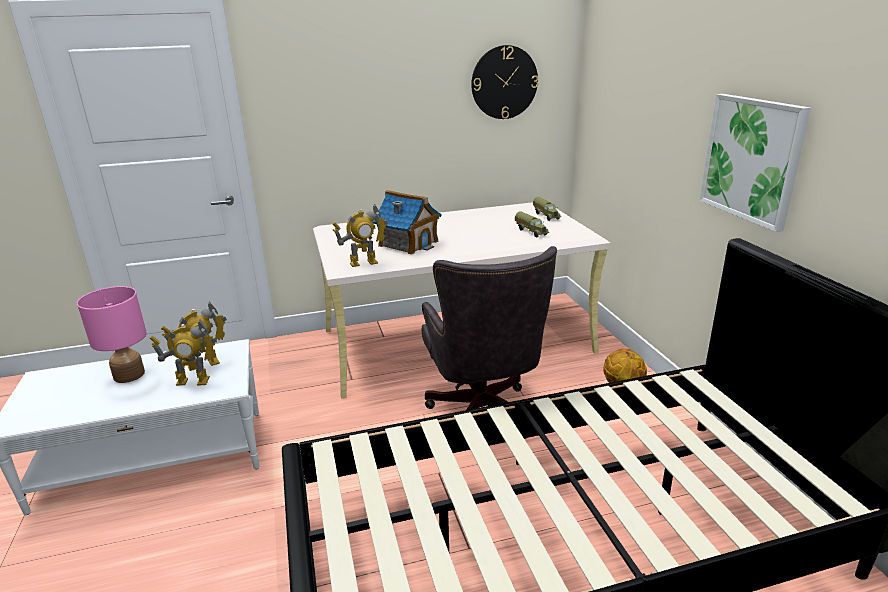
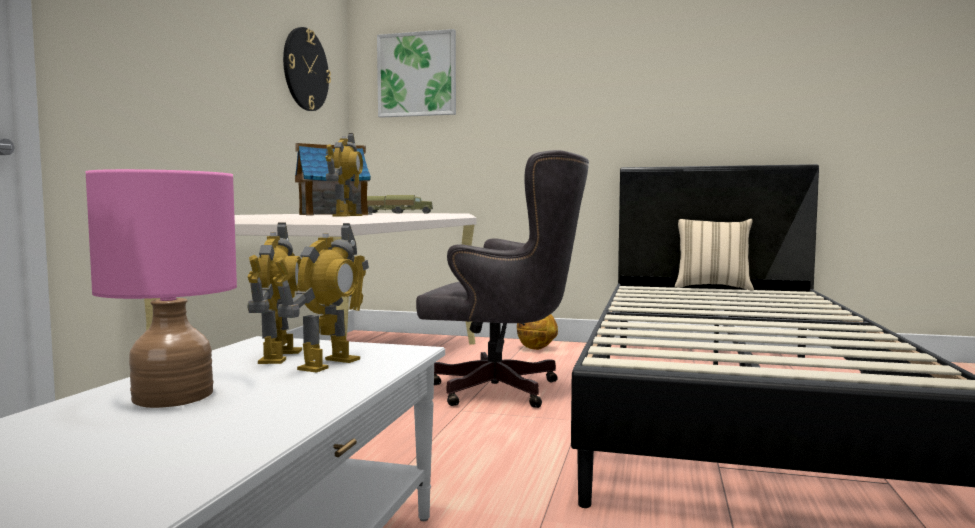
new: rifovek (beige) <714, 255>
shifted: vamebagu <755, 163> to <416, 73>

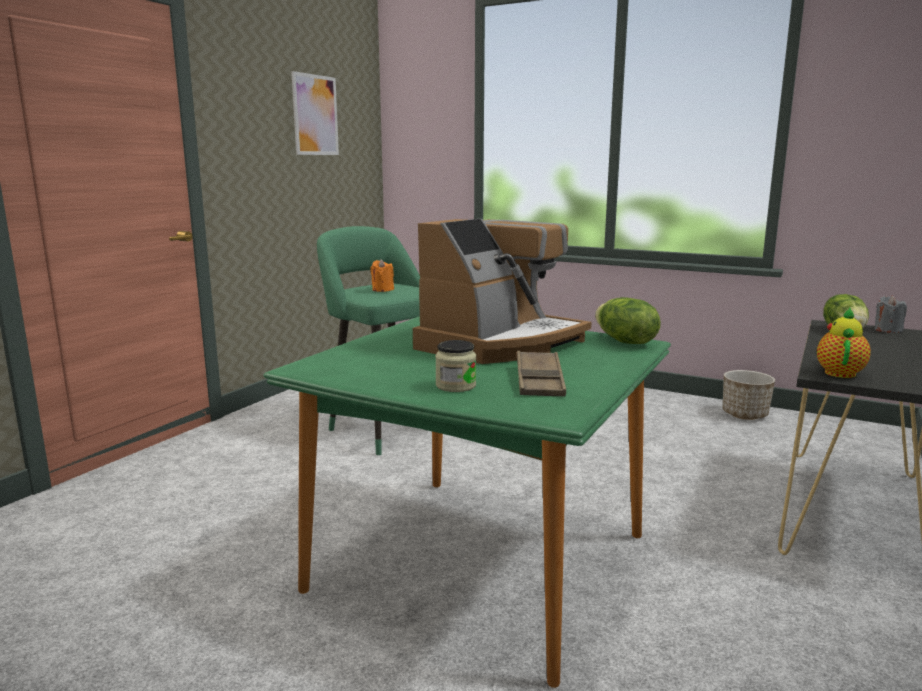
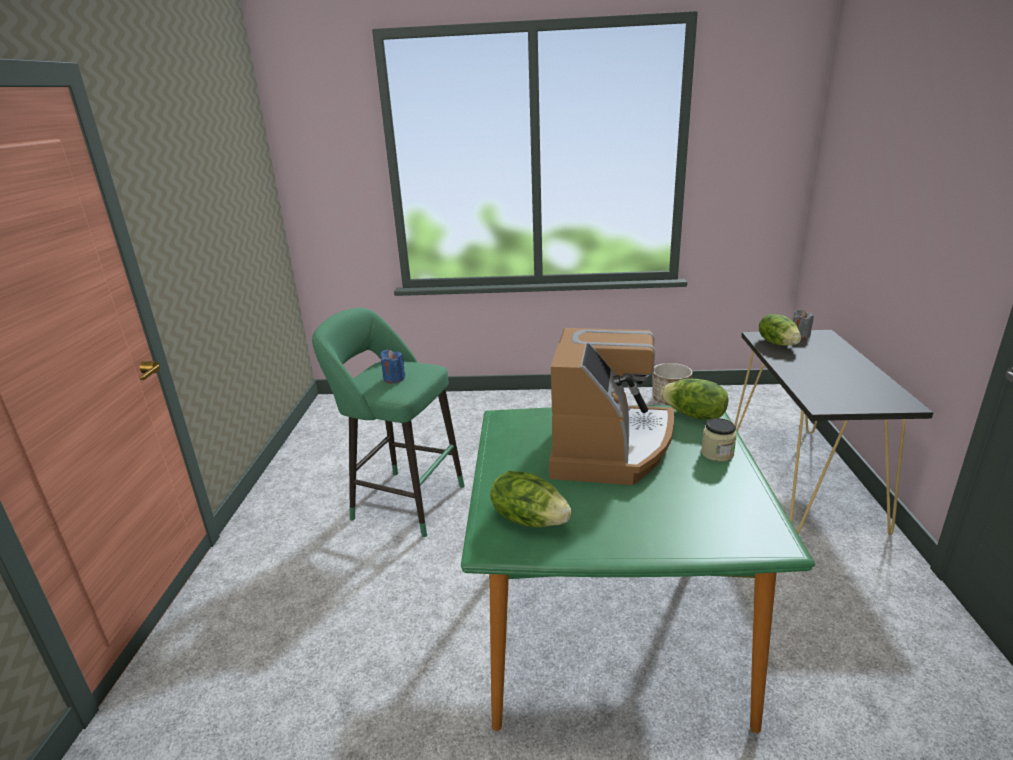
gone: vamebagu <315, 113>; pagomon <844, 343>; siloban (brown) <541, 374>
new: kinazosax <530, 499>
shifted: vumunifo <455, 366> to <719, 440>
repainted: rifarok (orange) <382, 275> to rifarok (blue) <393, 366>

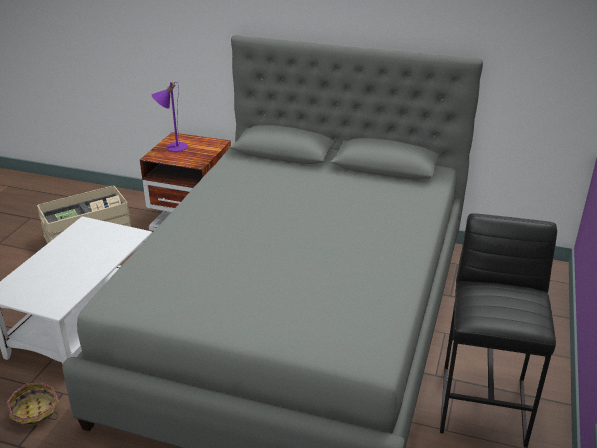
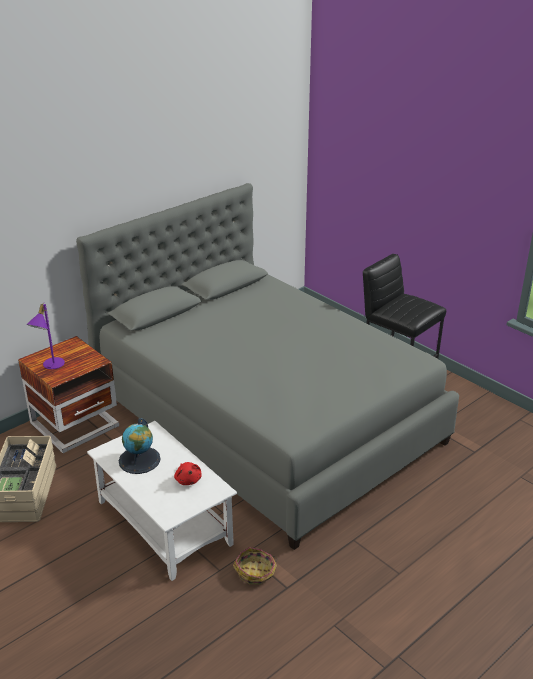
new: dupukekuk <140, 446>; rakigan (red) <188, 473>

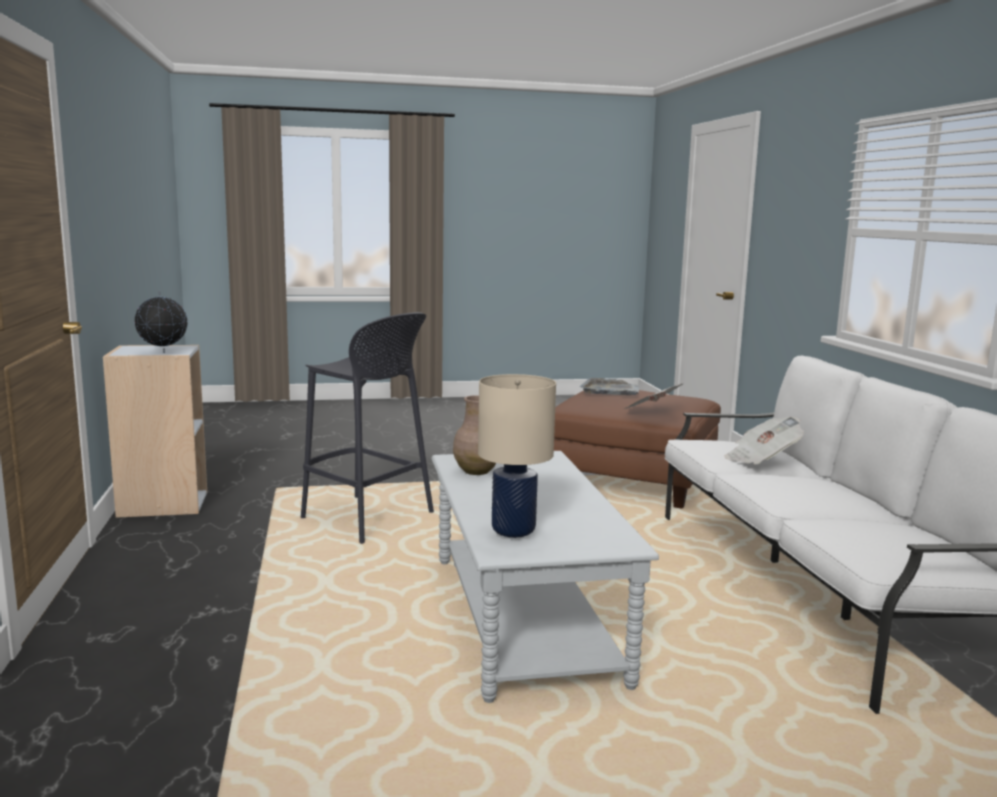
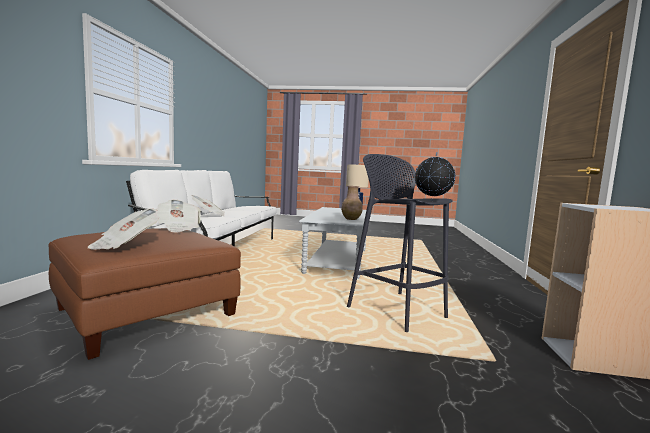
shifted: dupukekuk <161, 322> to <435, 177>
swapped: siloban (grey) <609, 386> to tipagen <123, 229>

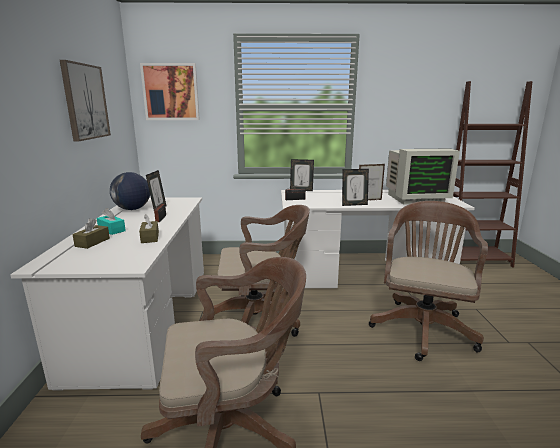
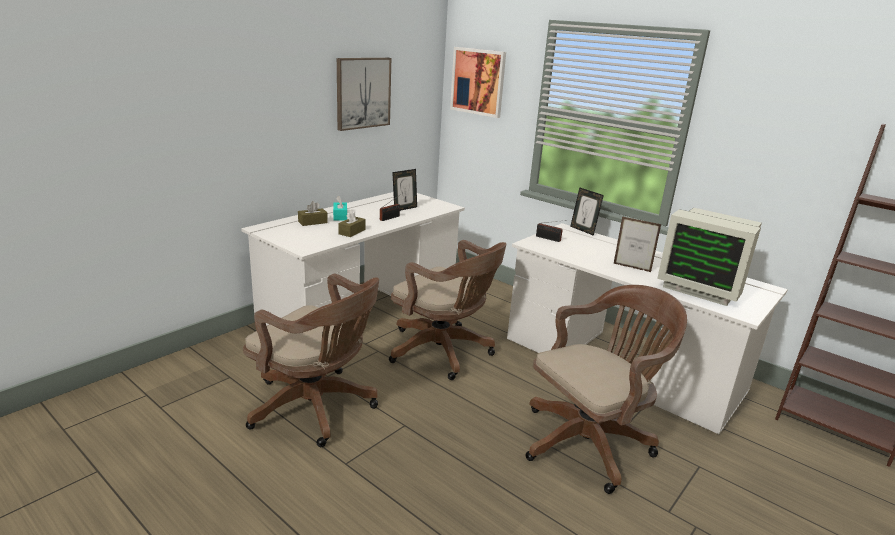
gone: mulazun <355, 187>; dupukekuk <130, 191>

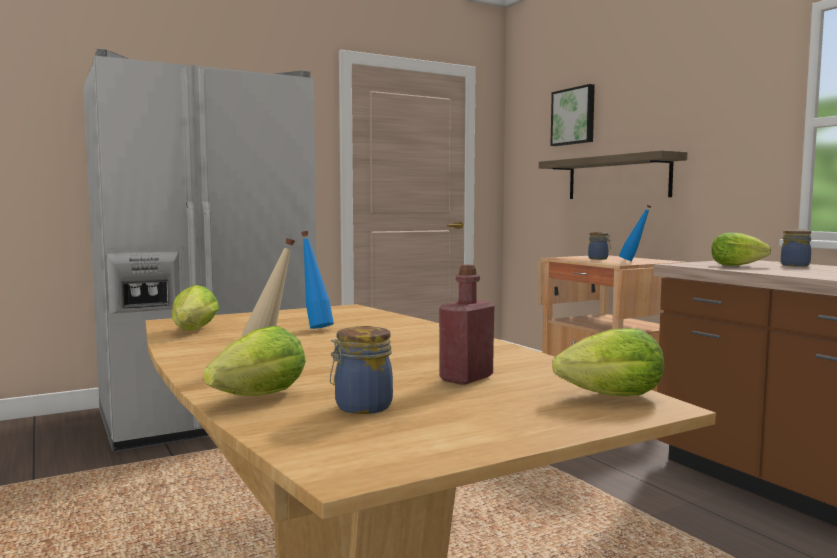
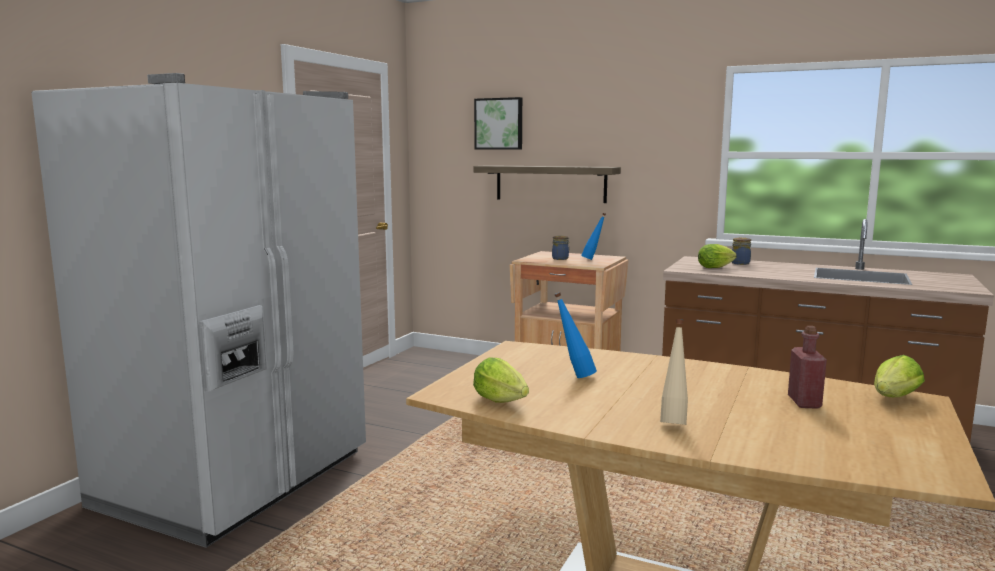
gone: kinazosax <254, 361>; vumunifo <361, 370>

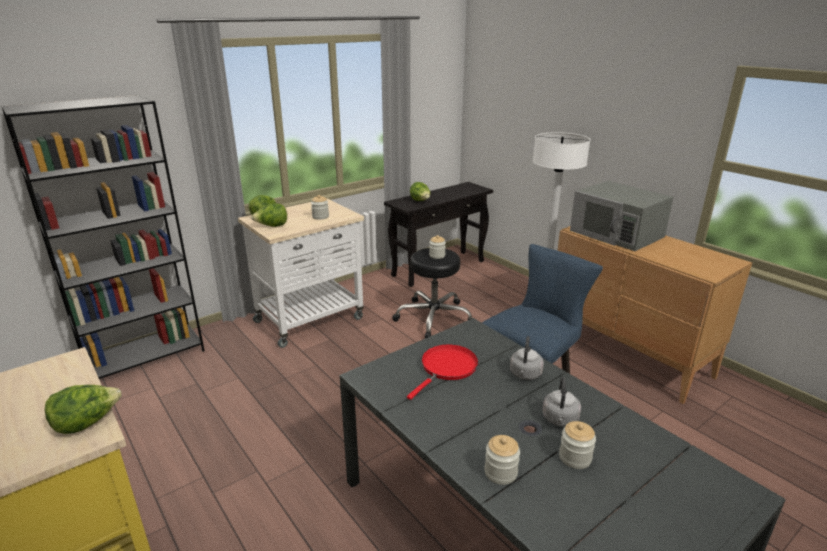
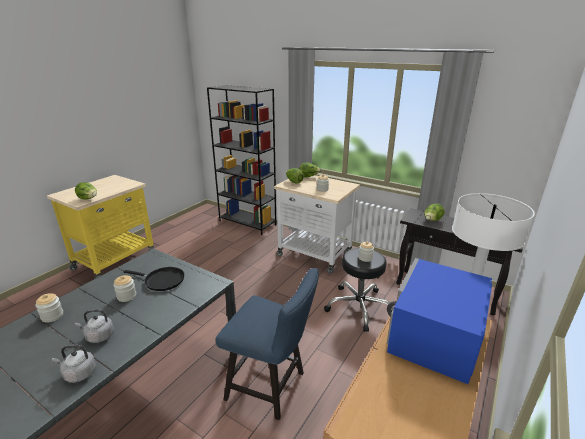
shifted: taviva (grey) <527, 358> to <74, 364>; vumunifo <577, 445> to <125, 288>
repainted: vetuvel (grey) <621, 216> to vetuvel (blue) <439, 321>; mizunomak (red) <442, 372> to mizunomak (black) <154, 279>

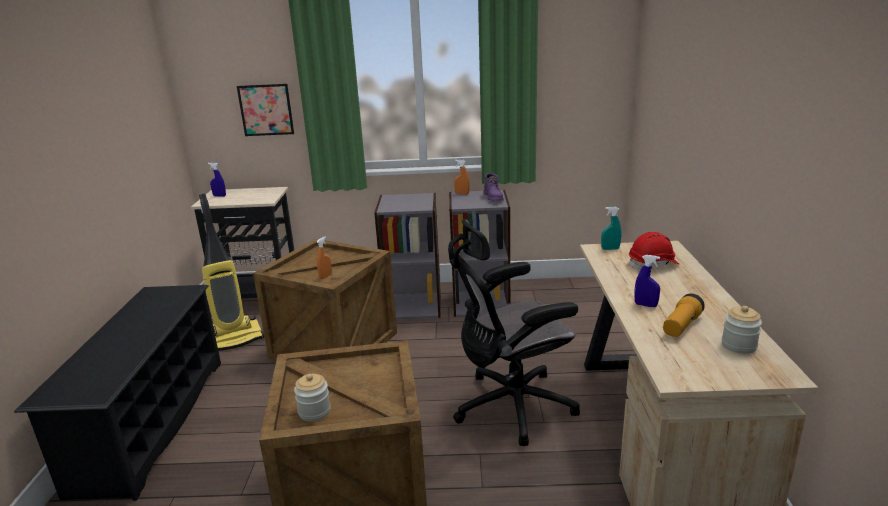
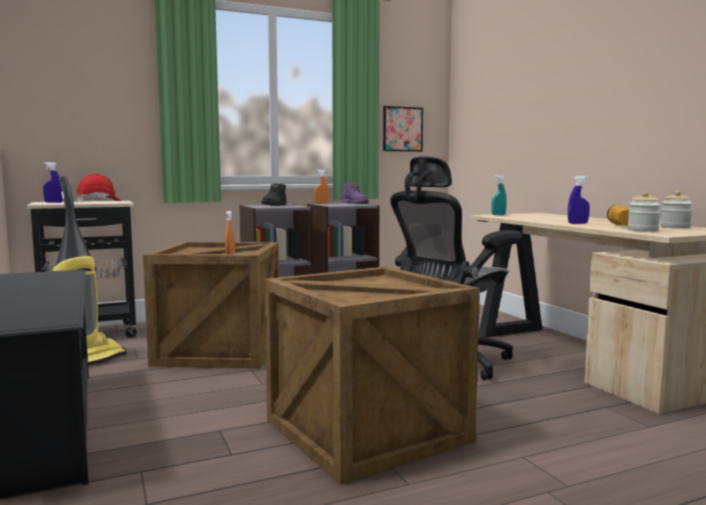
new: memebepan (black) <274, 194>
shifted: vamebagu <265, 110> to <403, 129>; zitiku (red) <654, 250> to <98, 188>; vumunifo <312, 397> to <643, 212>

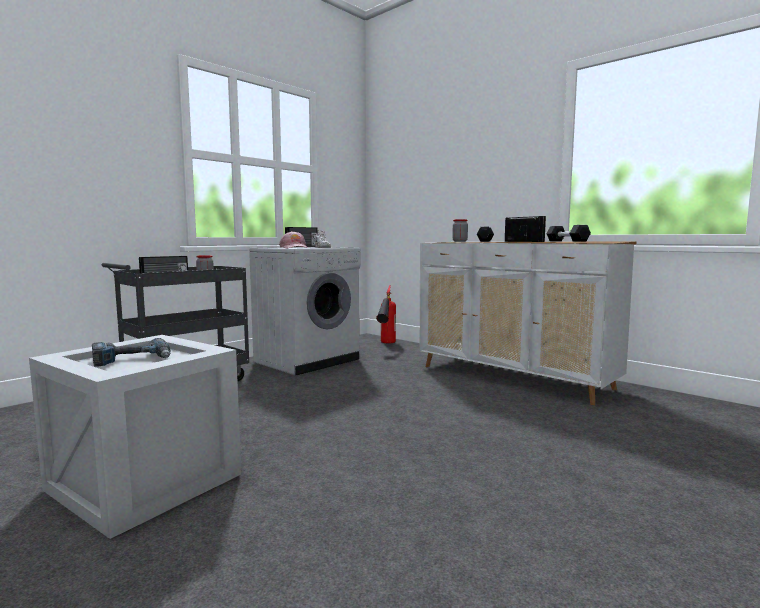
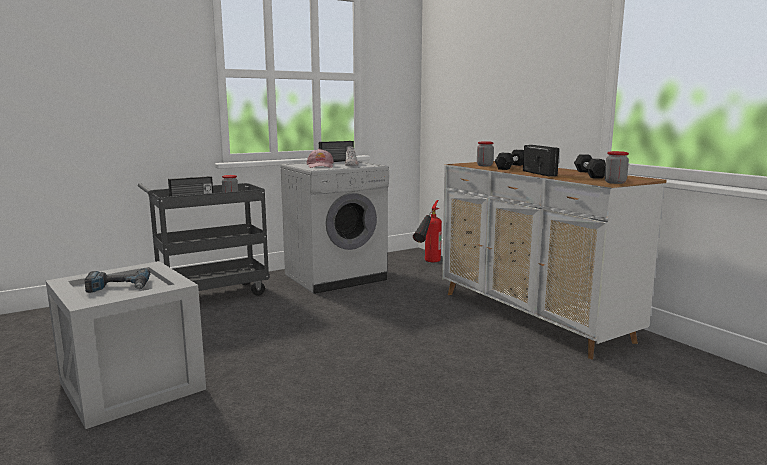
new: vumunifo <616, 167>

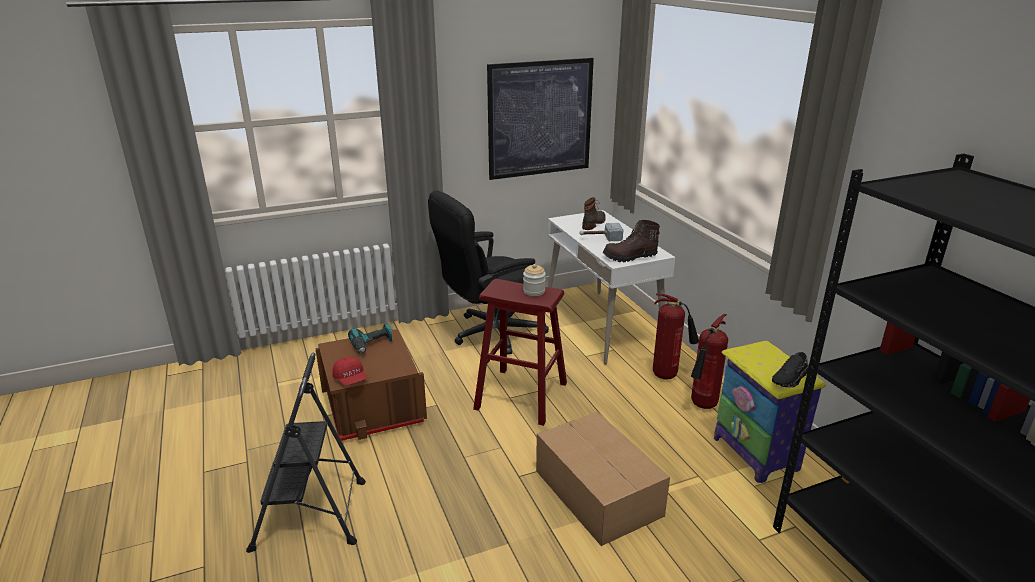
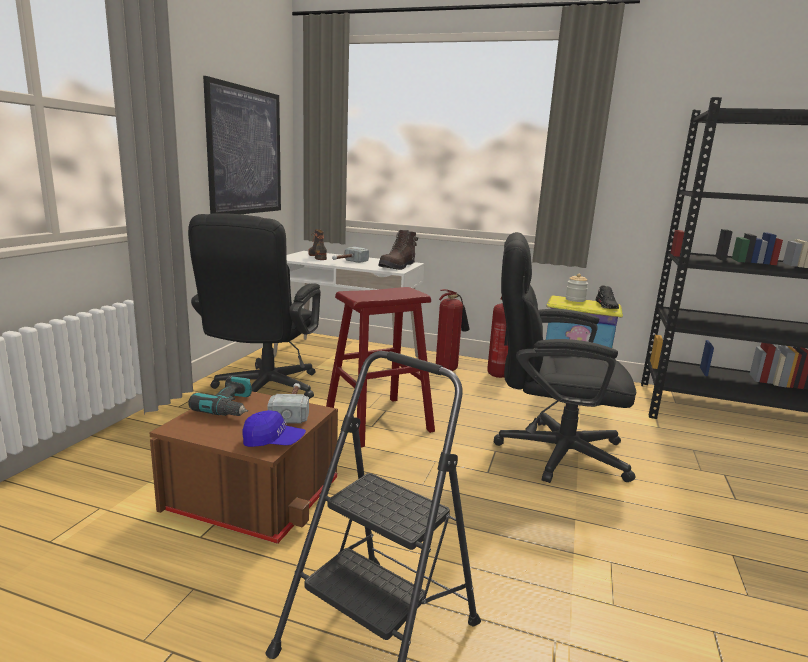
new: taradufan <288, 403>
shifted: vumunifo <534, 280> to <577, 288>
swapped: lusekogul <603, 479> to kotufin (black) <565, 357>
repainted: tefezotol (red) <350, 371> to tefezotol (blue) <274, 428>

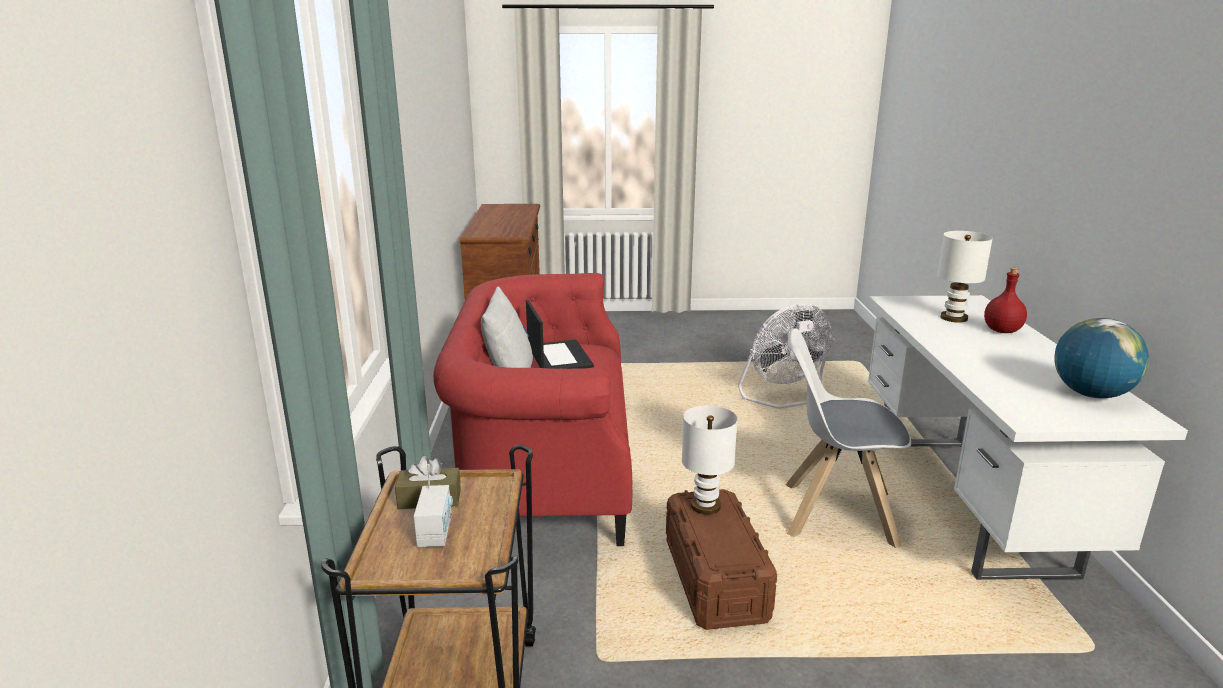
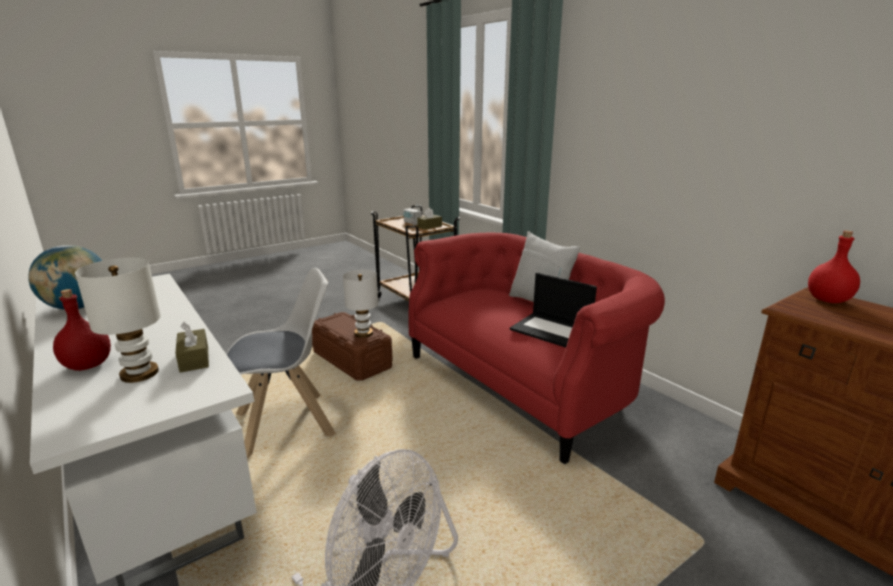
new: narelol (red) <834, 267>; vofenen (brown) <192, 347>

